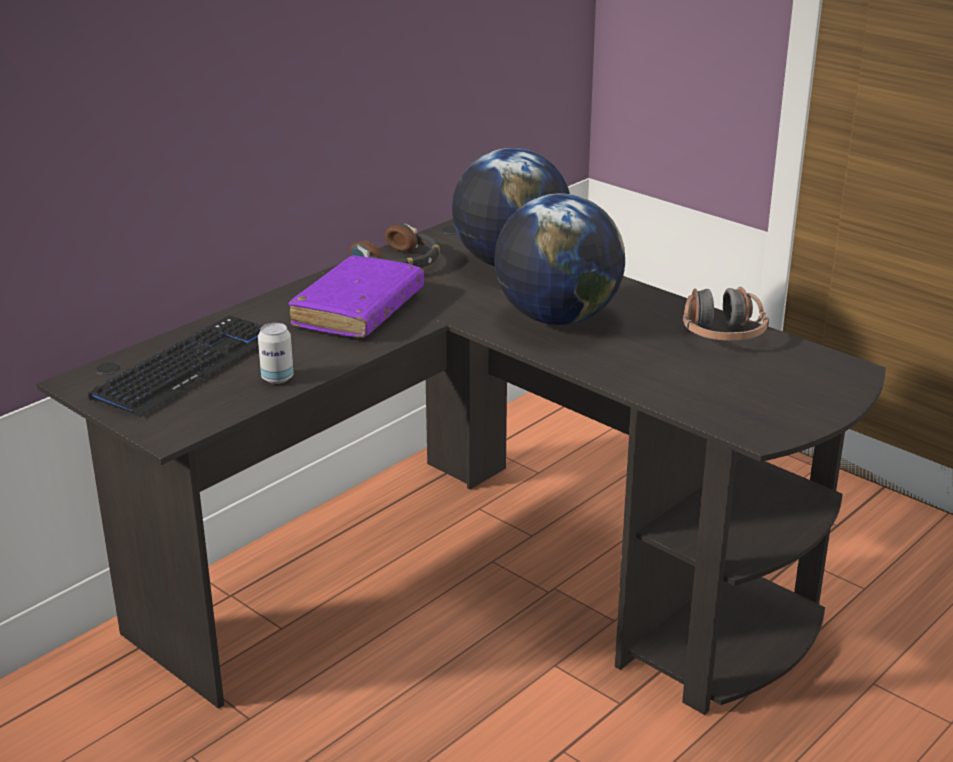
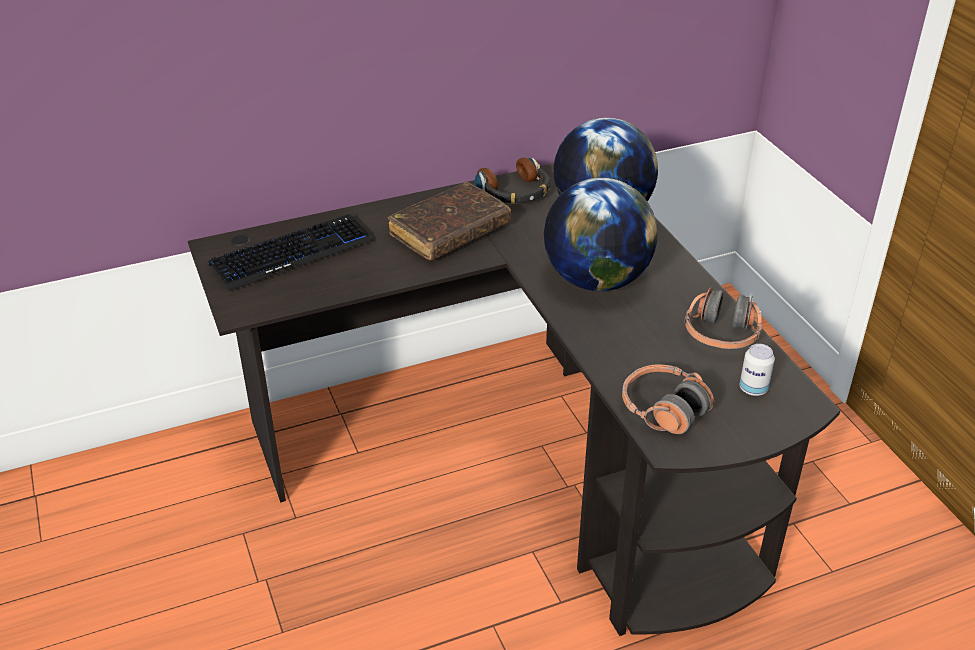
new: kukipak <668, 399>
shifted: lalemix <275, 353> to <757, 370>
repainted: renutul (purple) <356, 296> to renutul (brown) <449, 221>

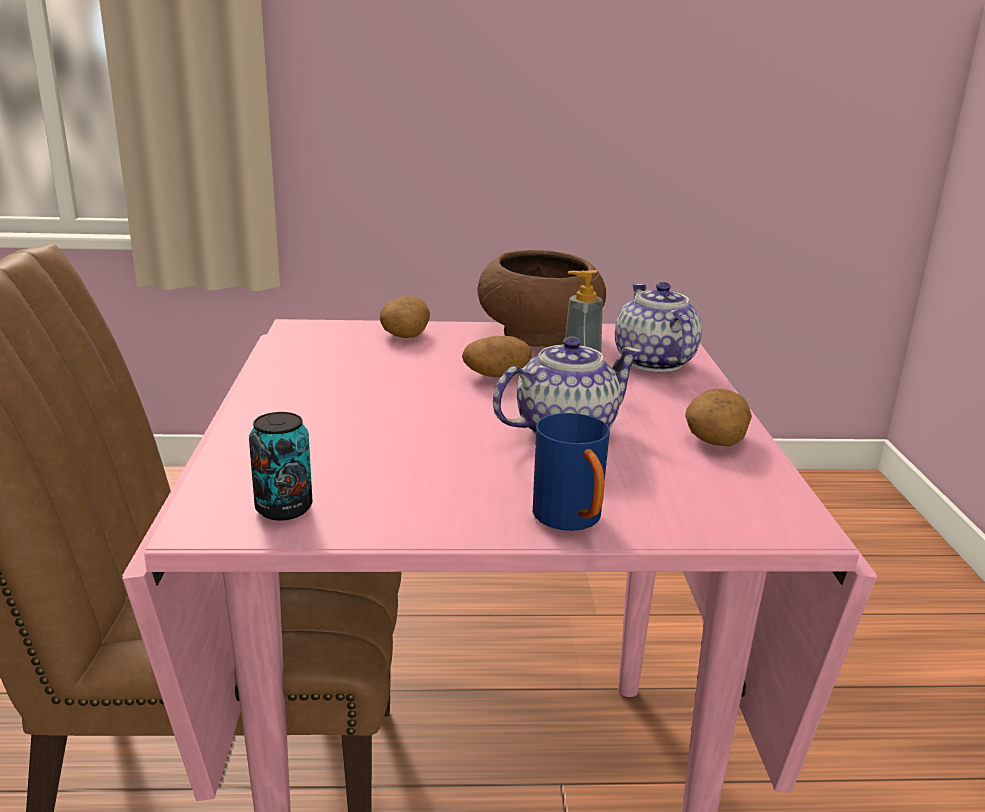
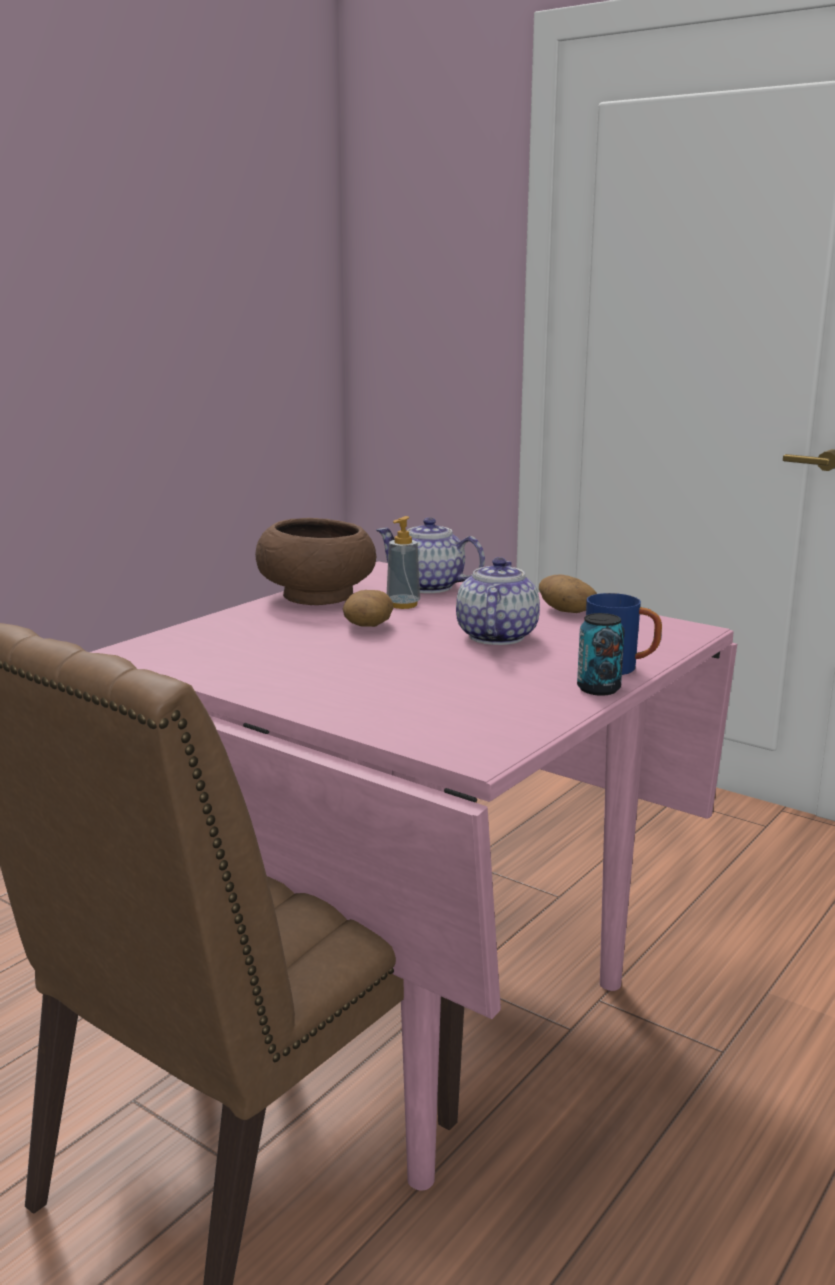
gone: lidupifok <405, 317>
shifted: lalemix <280, 466> to <601, 654>

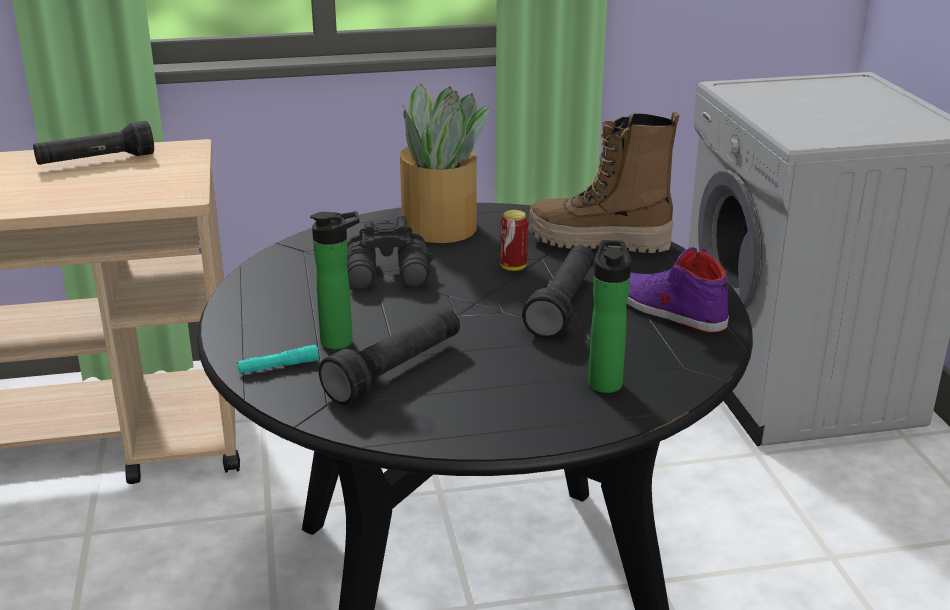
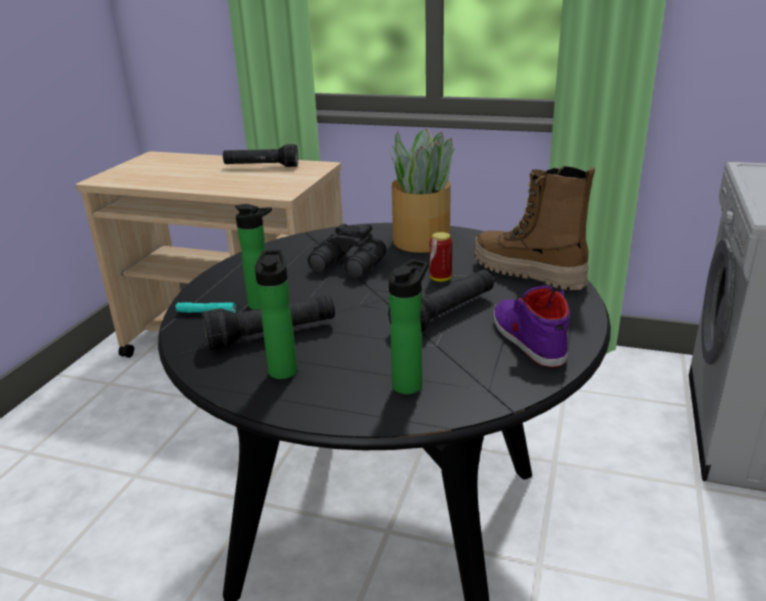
new: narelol <276, 314>

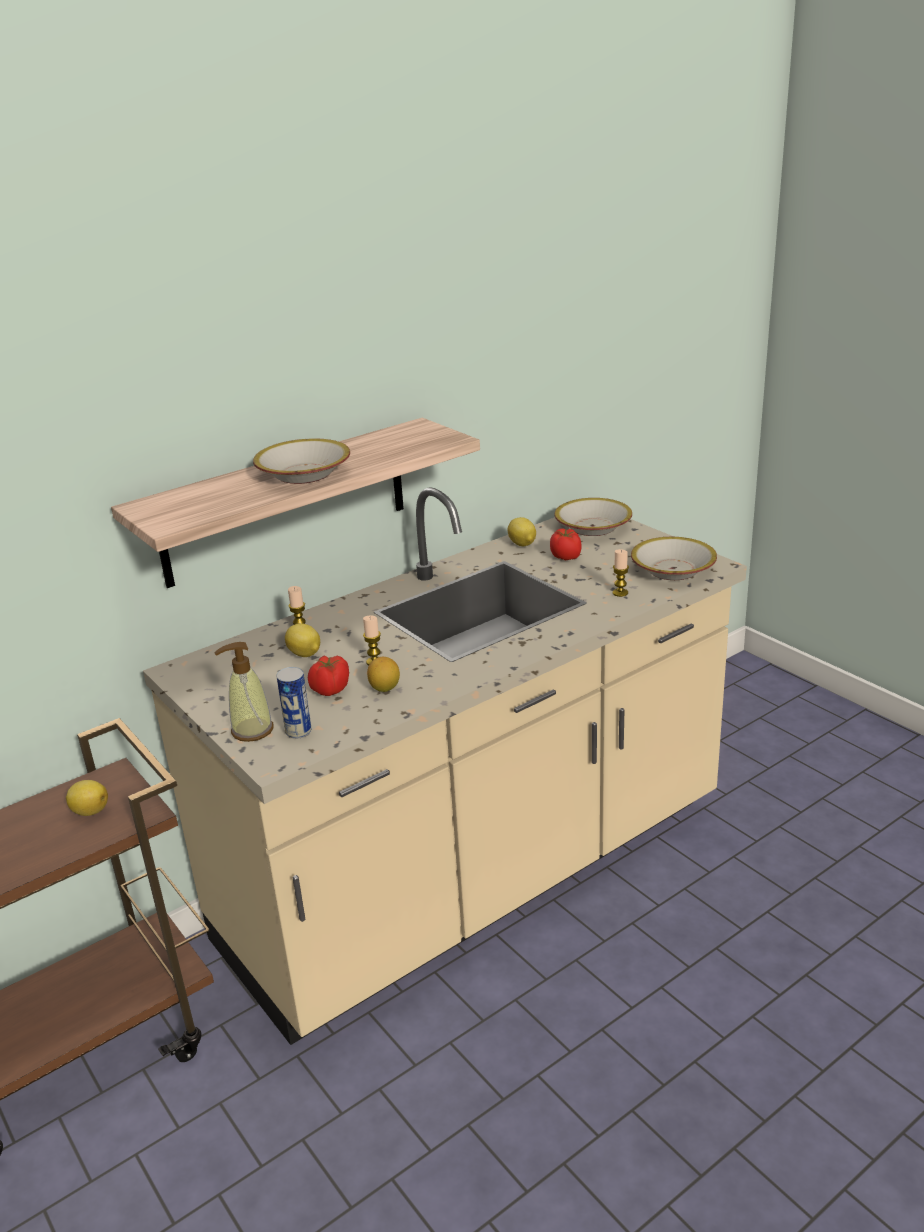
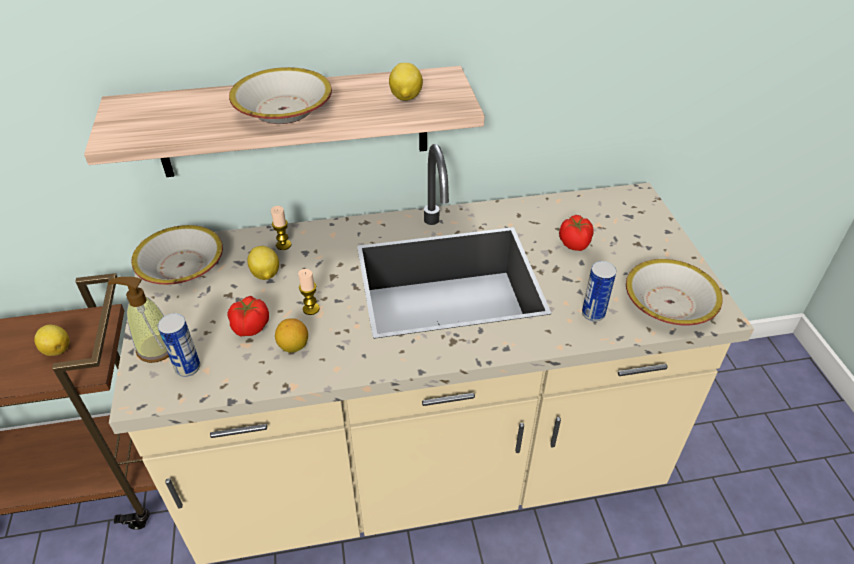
shifted: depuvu <593, 517> to <177, 255>; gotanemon <522, 531> to <406, 82>
swapped: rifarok <621, 573> to lalemix <599, 291>

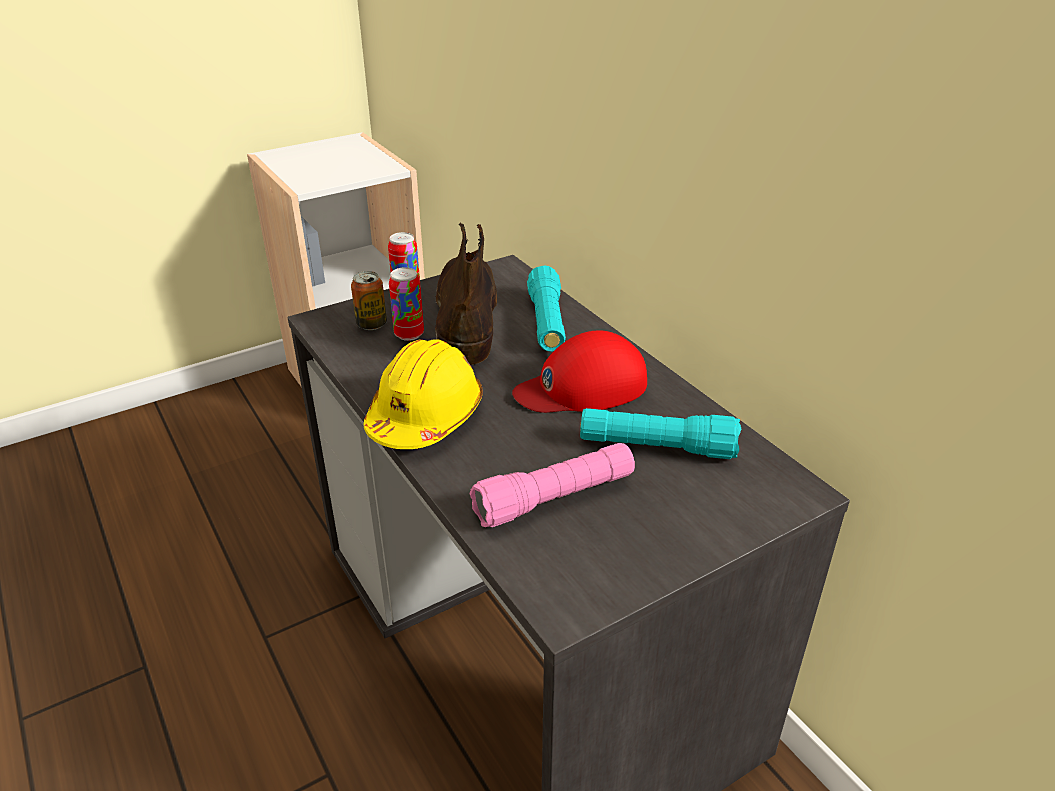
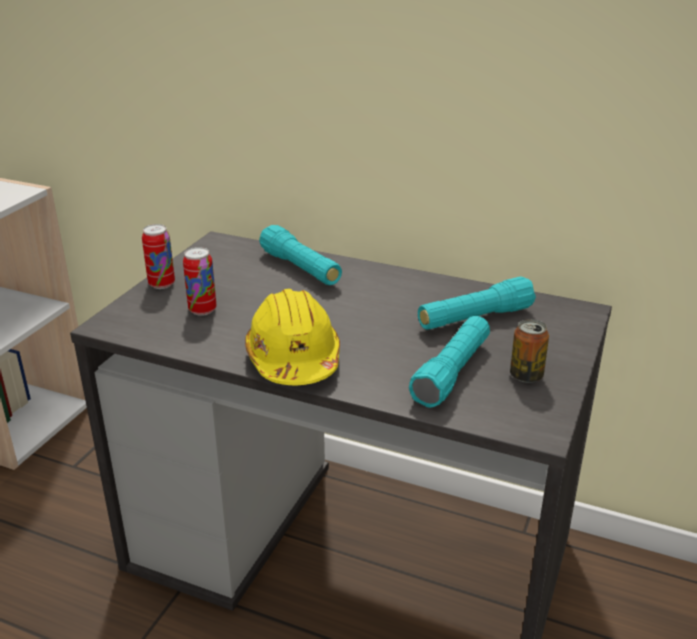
gone: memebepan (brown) <466, 294>; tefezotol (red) <579, 371>
shifted: lalemix <369, 300> to <529, 351>
repainted: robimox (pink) <552, 485> to robimox (turquoise) <449, 362>

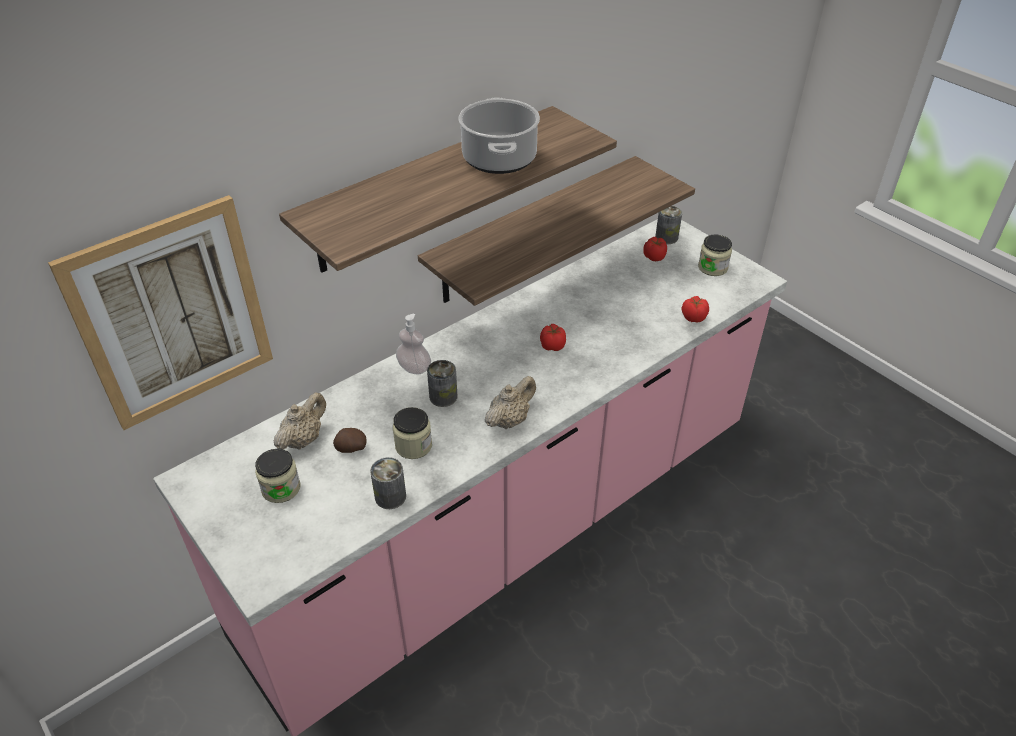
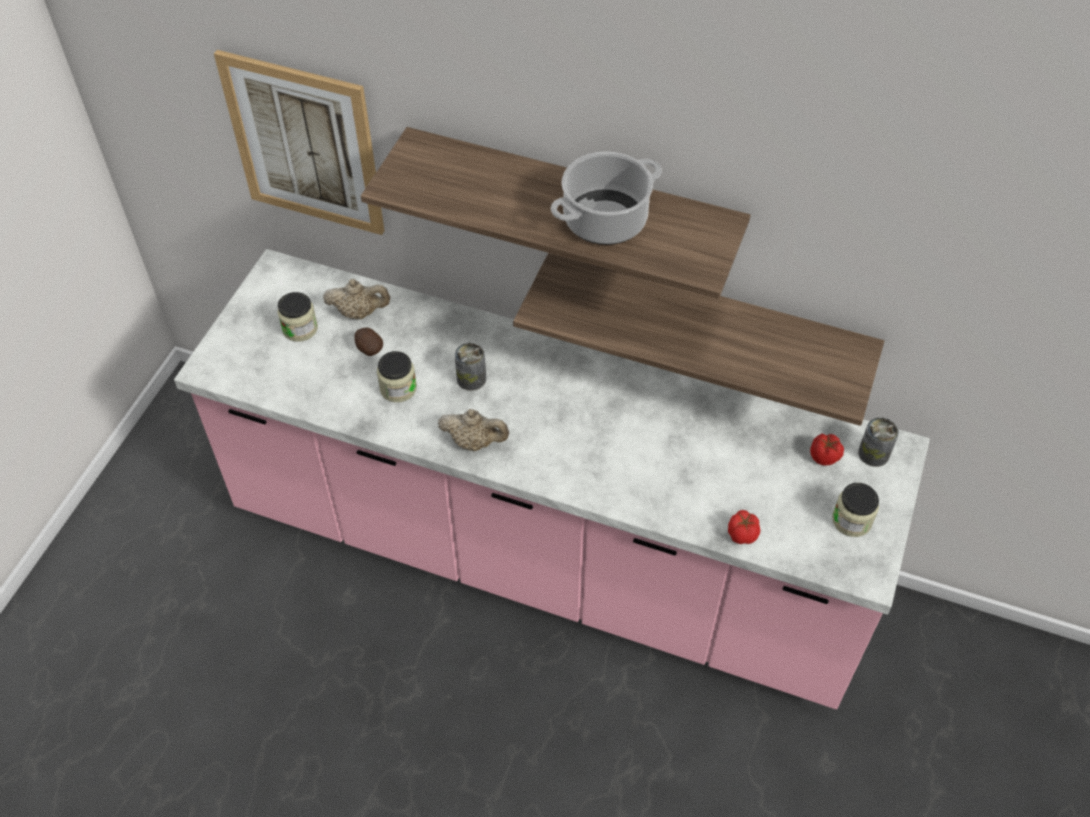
gone: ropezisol <413, 344>; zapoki <553, 337>; lalemix <388, 483>

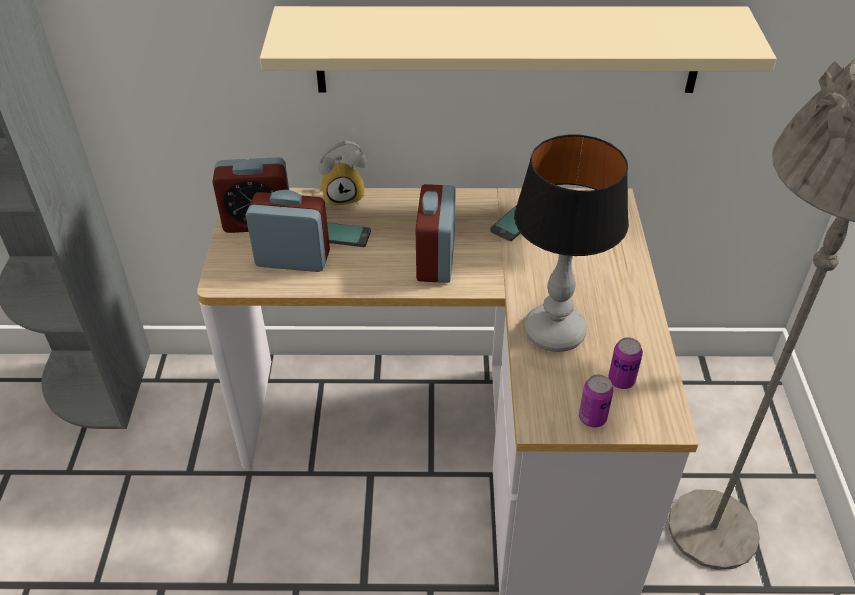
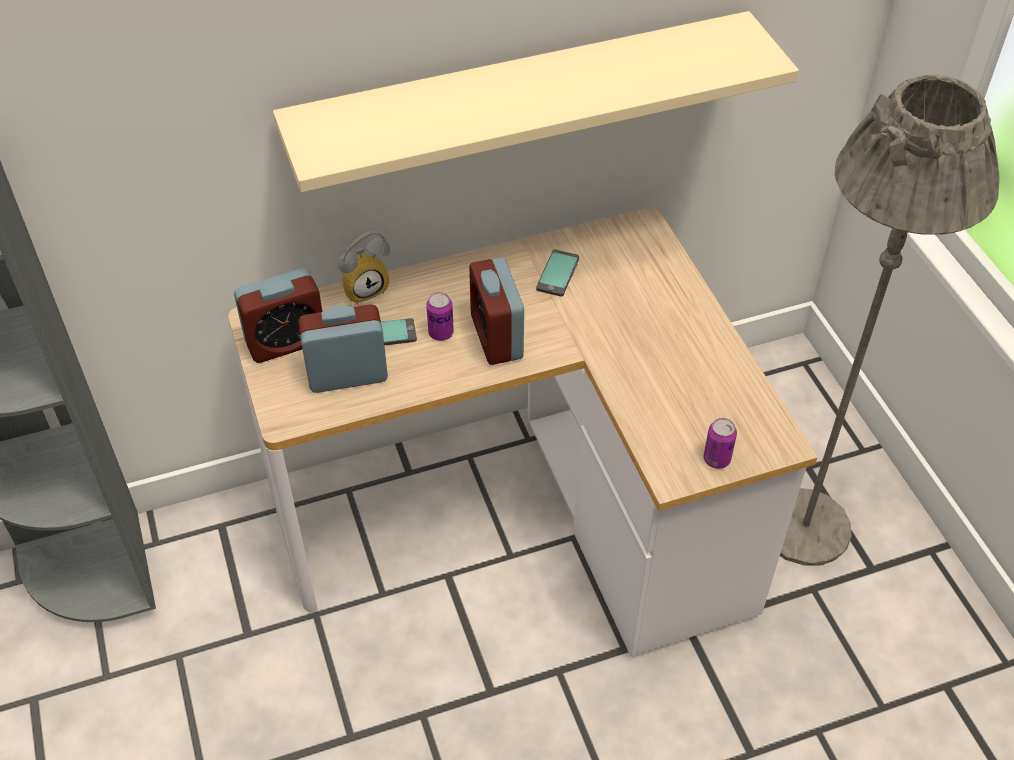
gone: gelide <571, 243>
shifted: lalemix <625, 363> to <440, 316>

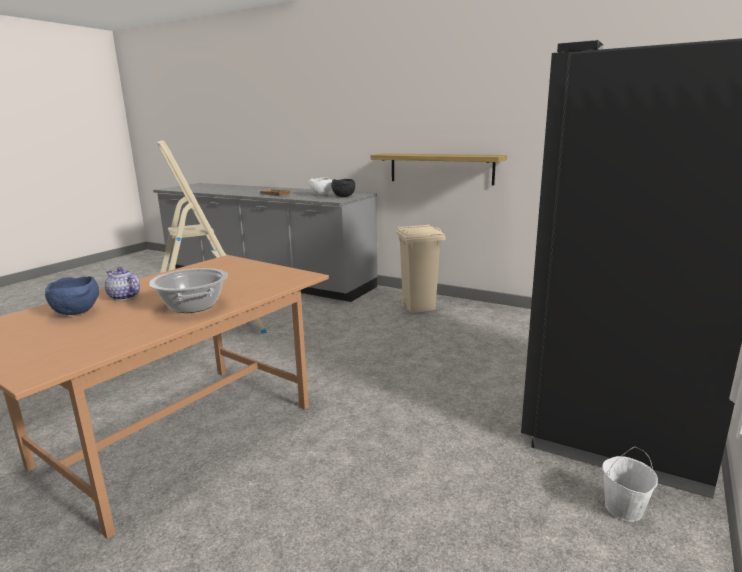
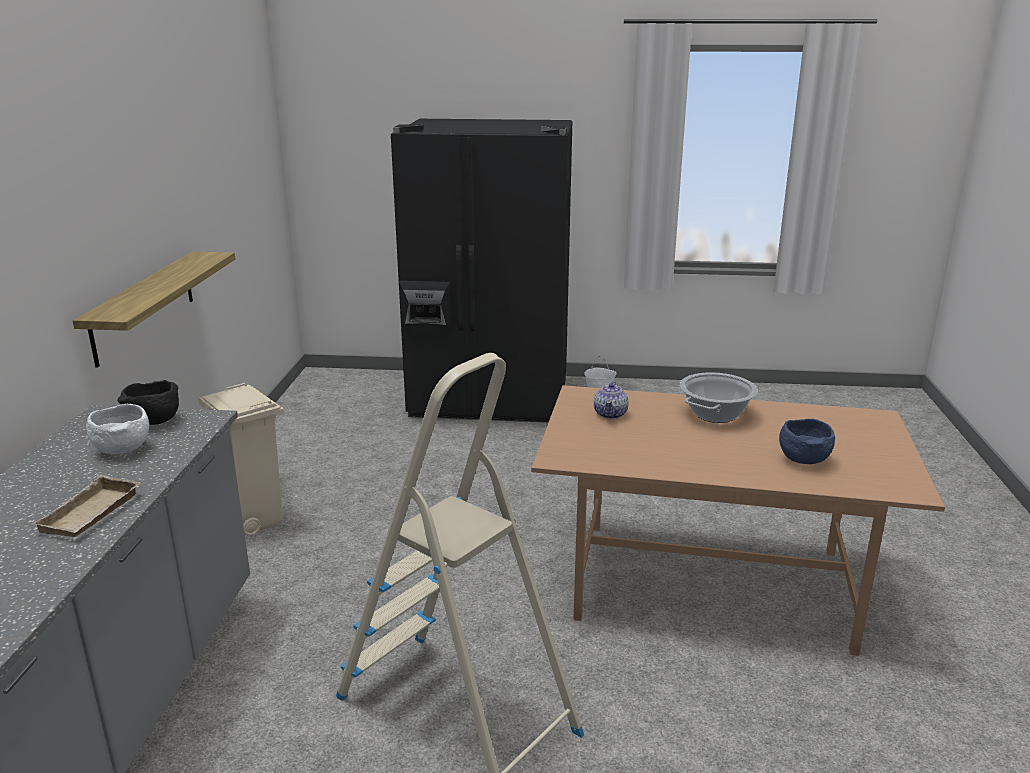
shifted: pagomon <122, 283> to <611, 400>

